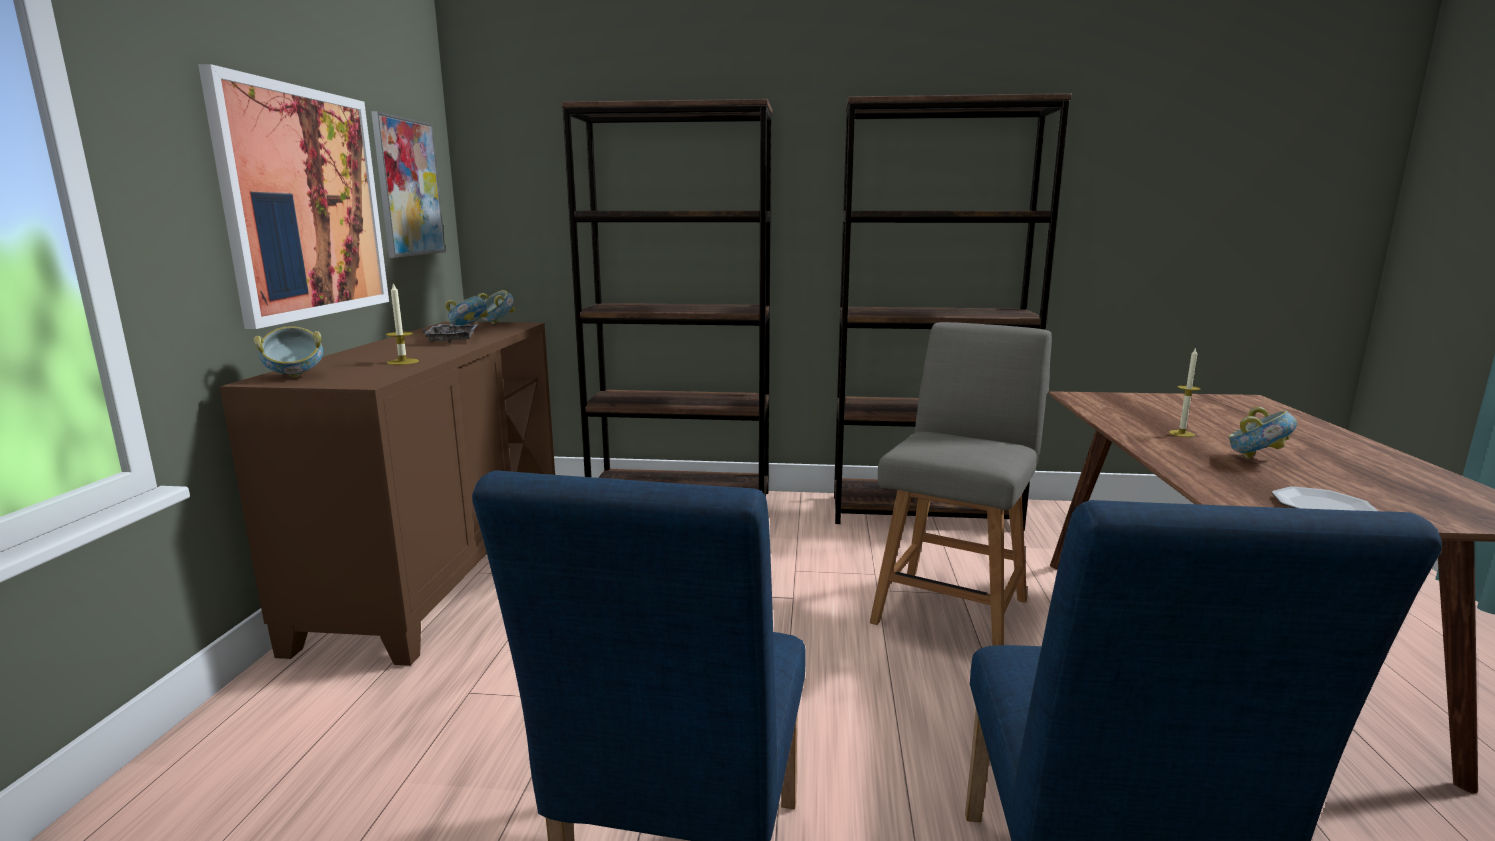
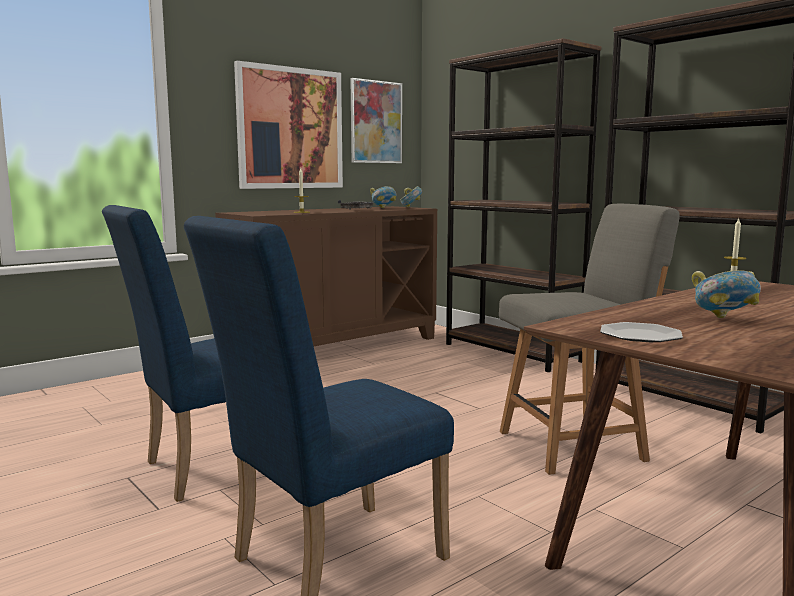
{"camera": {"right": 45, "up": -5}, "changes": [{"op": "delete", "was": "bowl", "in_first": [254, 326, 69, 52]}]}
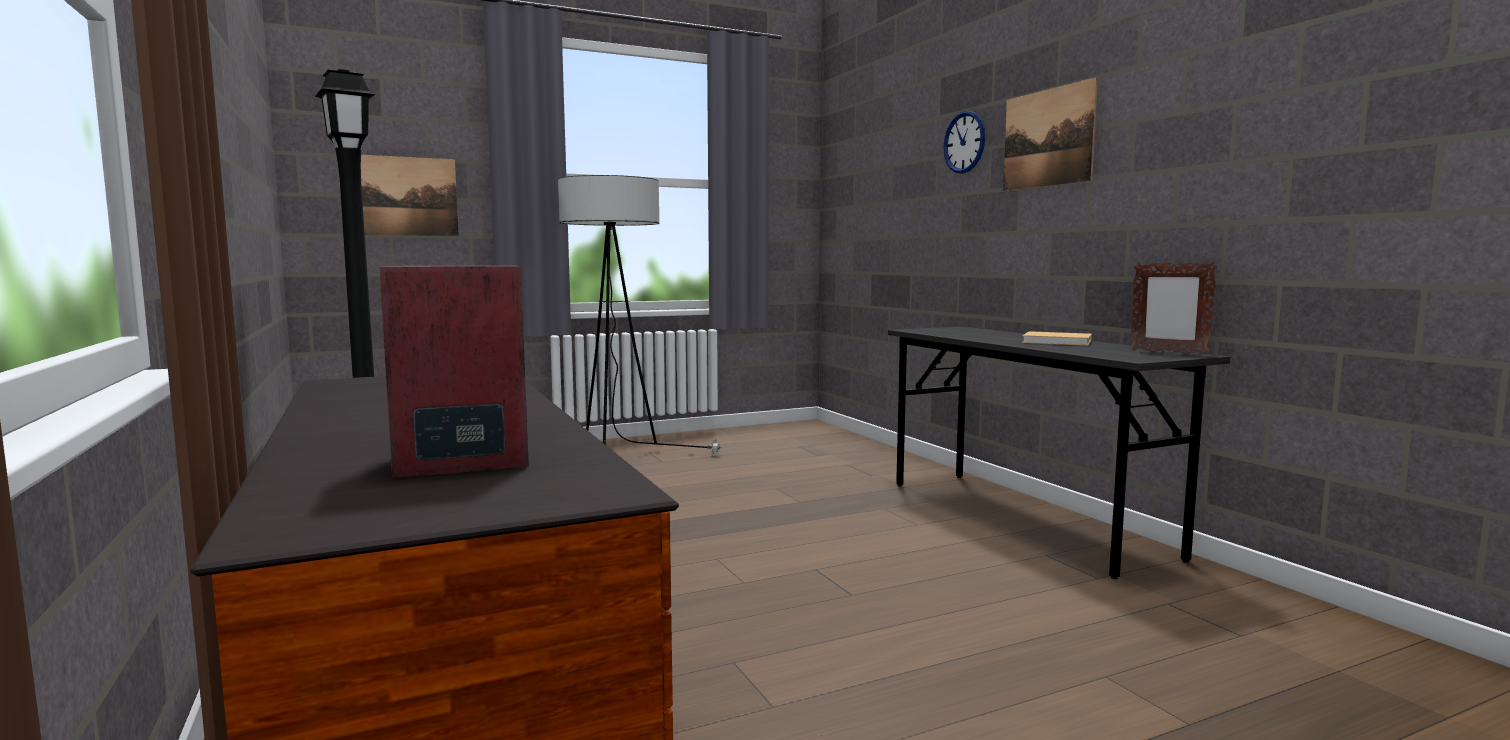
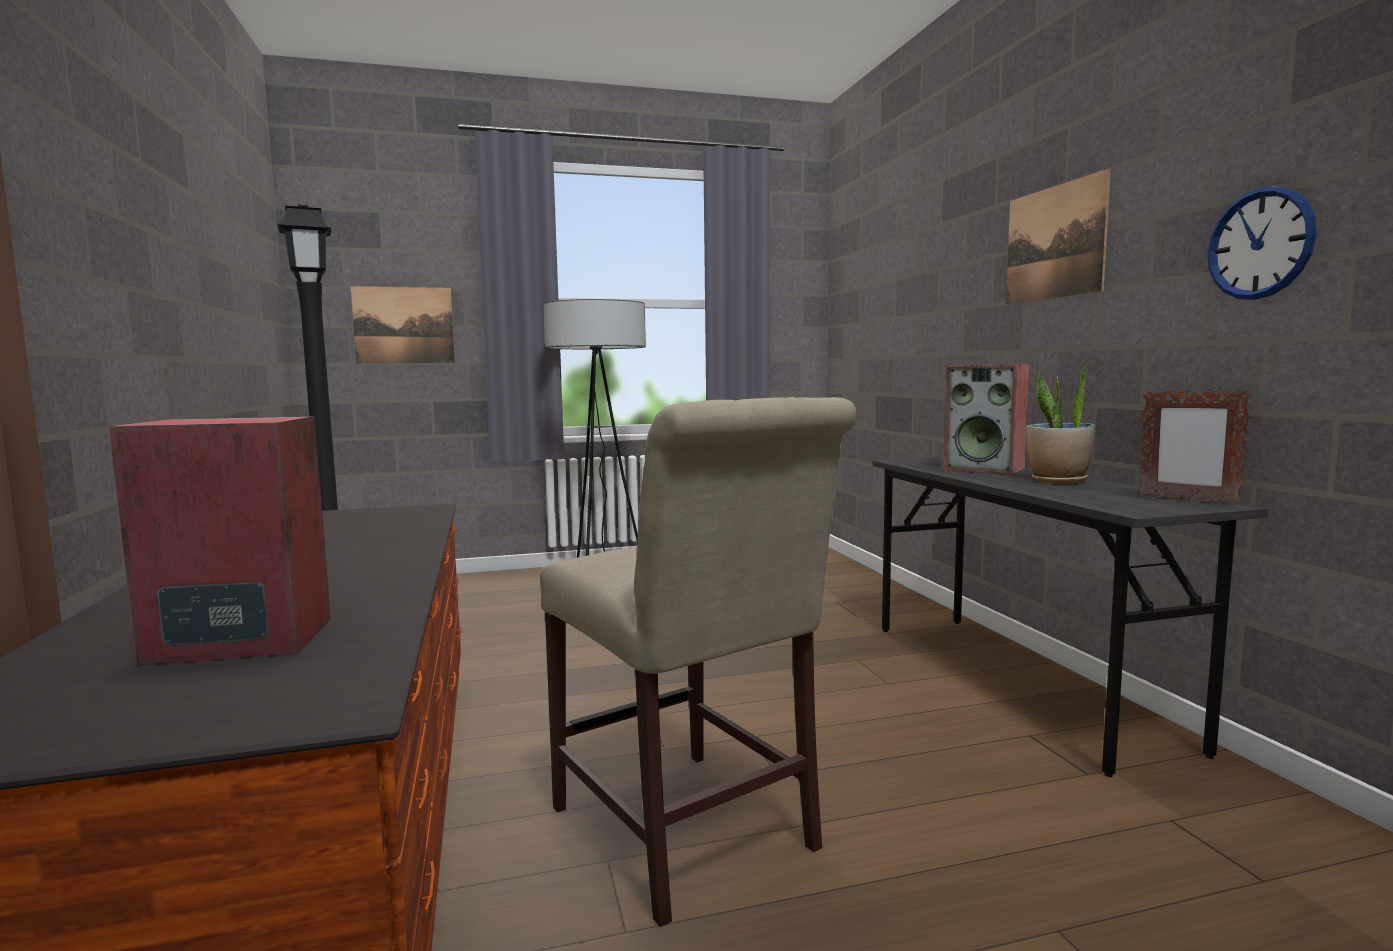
{"camera": {"right": 10, "up": 0}, "changes": [{"op": "insert", "now": "beige chair", "in_second": [540, 397, 316, 530]}, {"op": "insert", "now": "speaker", "in_second": [943, 364, 87, 111]}, {"op": "replace", "was": "beige book", "now": "potted plant", "in_first": [1022, 331, 70, 15], "in_second": [1026, 363, 69, 120]}, {"op": "move", "was": "wall clock", "in_first": [943, 111, 42, 63], "in_second": [1207, 186, 110, 114]}]}
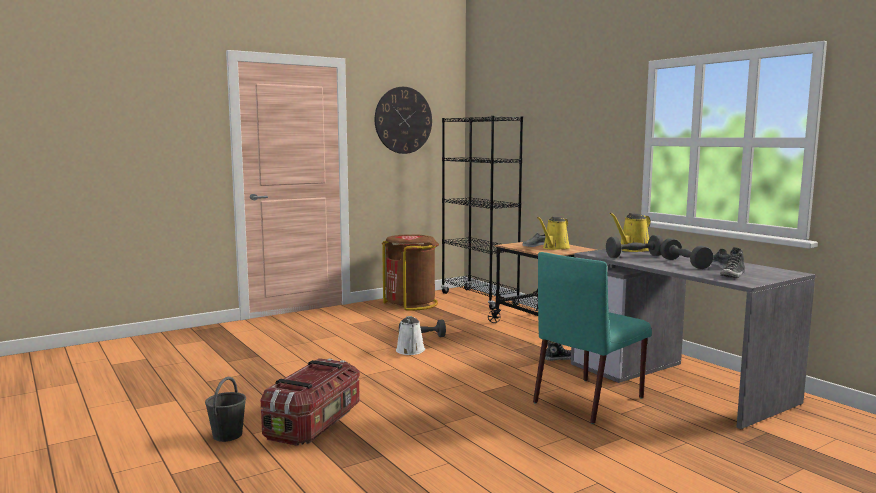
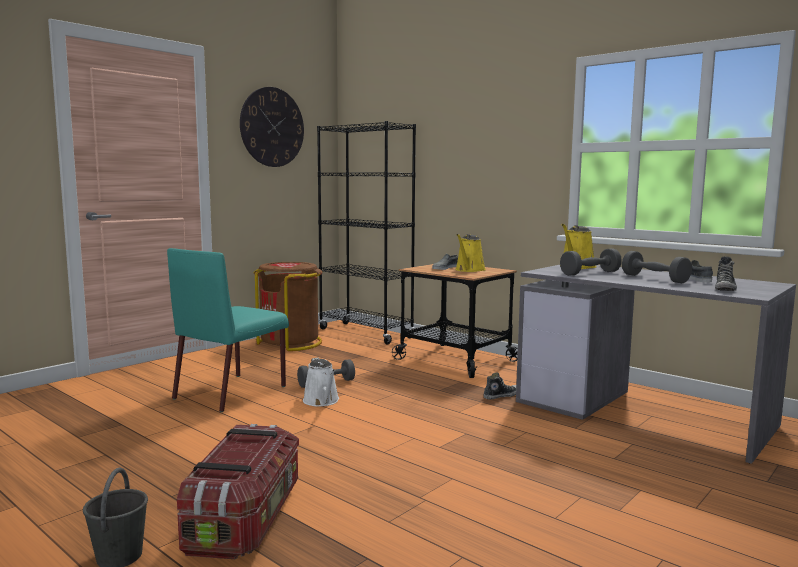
{"camera": {"right": -15, "up": 0}, "changes": [{"op": "move", "was": "turquoise chair", "in_first": [533, 252, 119, 172], "in_second": [167, 248, 122, 164]}]}
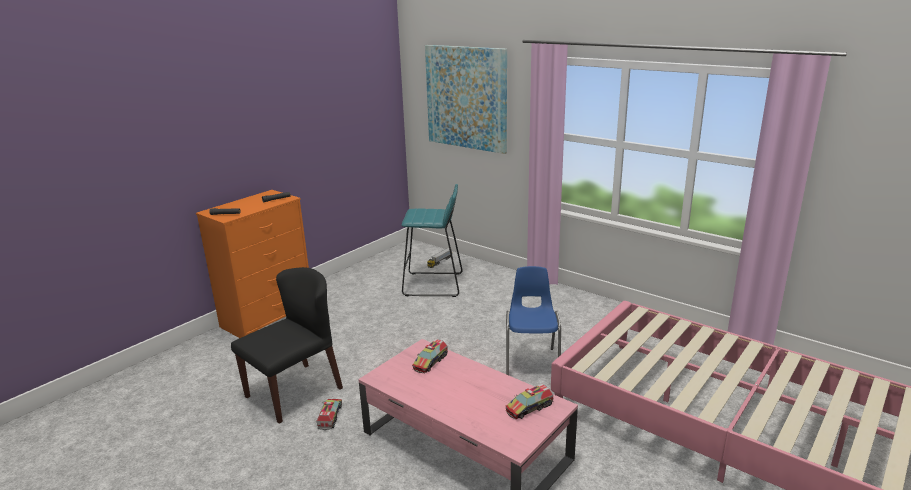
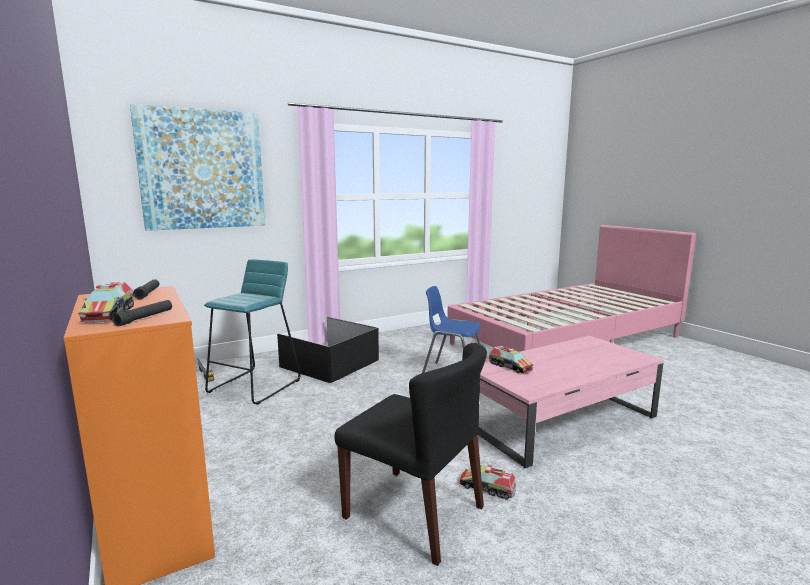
{"camera": {"right": -70, "up": -10}, "changes": [{"op": "move", "was": "toy truck", "in_first": [505, 384, 48, 35], "in_second": [78, 282, 56, 41]}, {"op": "insert", "now": "black storage box", "in_second": [277, 317, 102, 66]}, {"op": "rotate", "was": "black chair", "in_first": [231, 267, 112, 157], "in_second": [335, 343, 152, 223], "clockwise": 150}]}
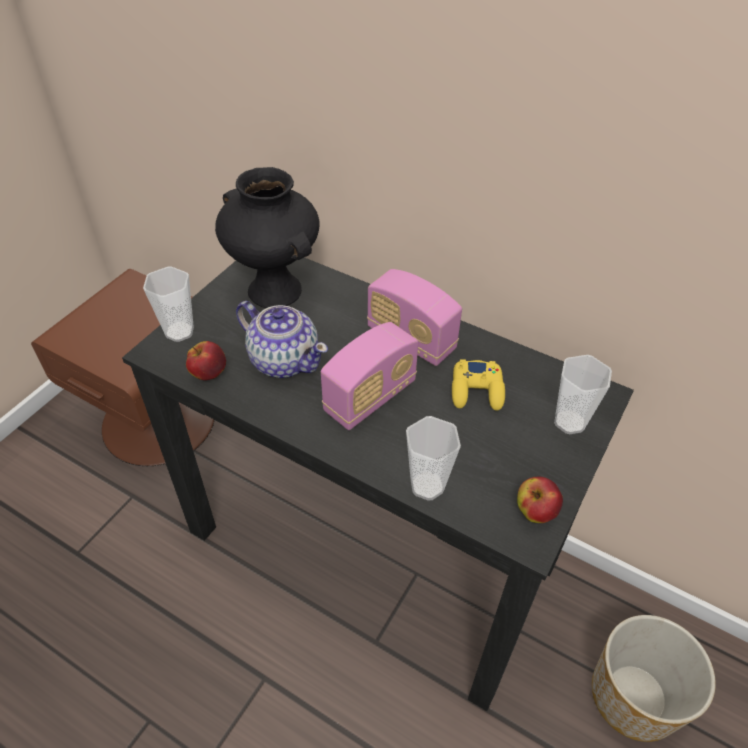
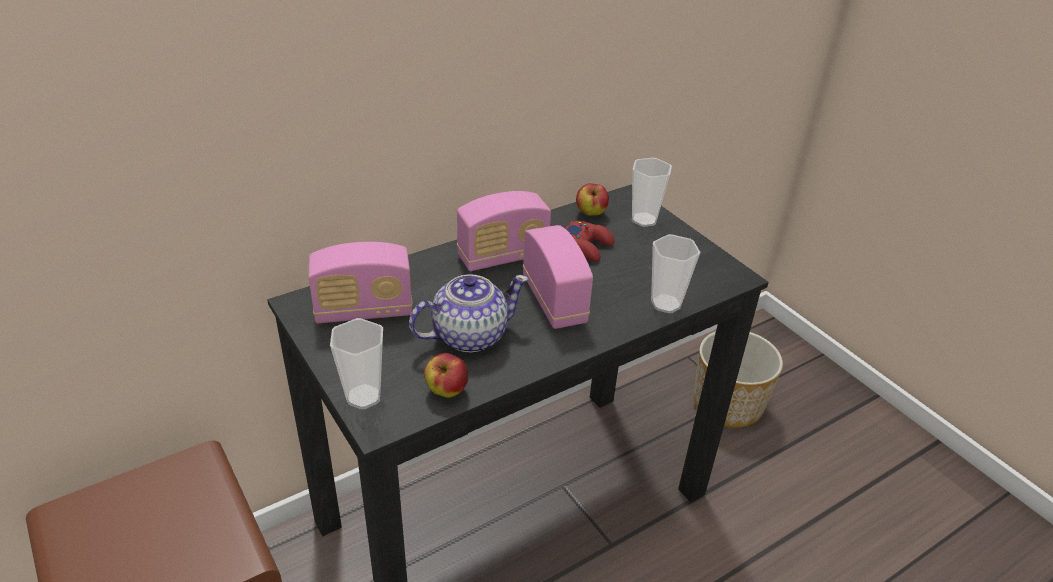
{"camera": {"right": -65, "up": -10}, "changes": [{"op": "replace", "was": "black vase", "now": "radio", "in_first": [215, 167, 105, 141], "in_second": [308, 242, 105, 81]}, {"op": "recolor", "was": "yellow game controller", "now": "red game controller", "in_first": [452, 359, 53, 52], "in_second": [565, 221, 49, 41]}, {"op": "move", "was": "apple", "in_first": [517, 477, 46, 46], "in_second": [576, 183, 33, 33]}]}
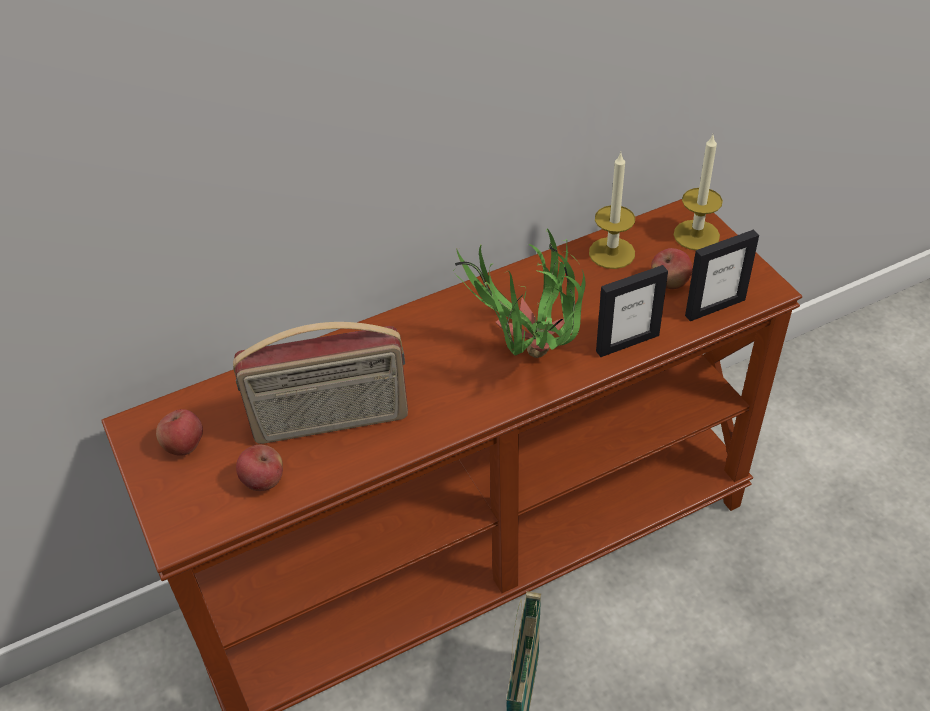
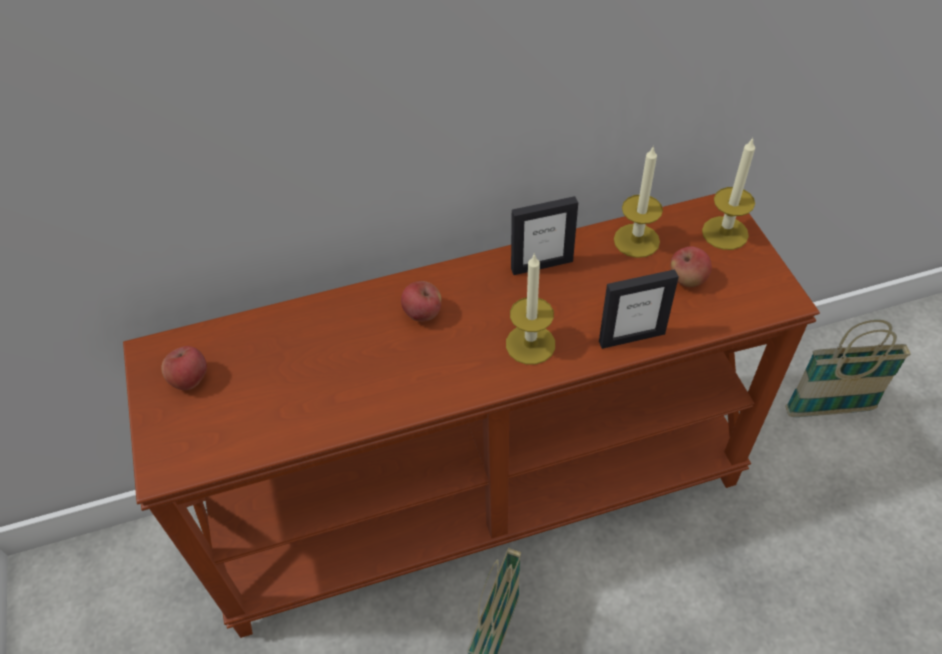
{"camera": {"right": 10, "up": 5}, "changes": [{"op": "move", "was": "apple", "in_first": [236, 445, 47, 46], "in_second": [401, 281, 41, 41]}, {"op": "replace", "was": "potted plant", "now": "candle", "in_first": [453, 228, 132, 130], "in_second": [506, 253, 49, 112]}, {"op": "move", "was": "picture frame", "in_first": [685, 230, 74, 91], "in_second": [511, 196, 67, 79]}, {"op": "insert", "now": "basket", "in_second": [785, 320, 126, 97]}, {"op": "delete", "was": "radio", "in_first": [233, 322, 175, 122]}]}
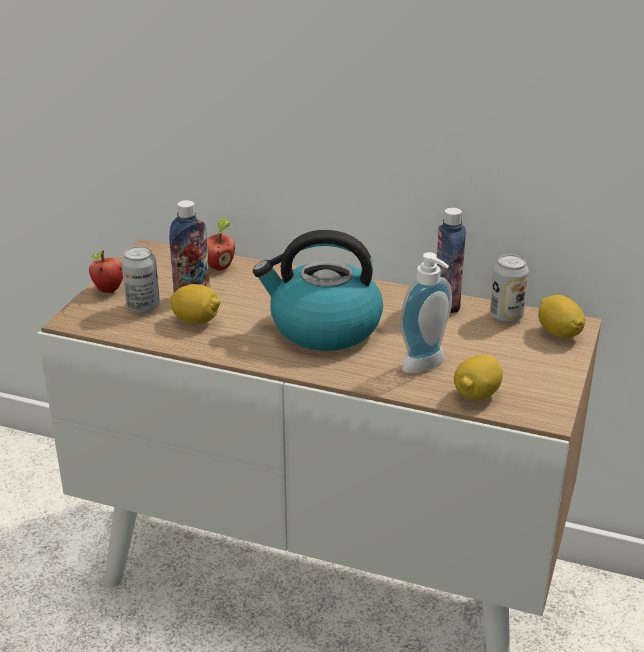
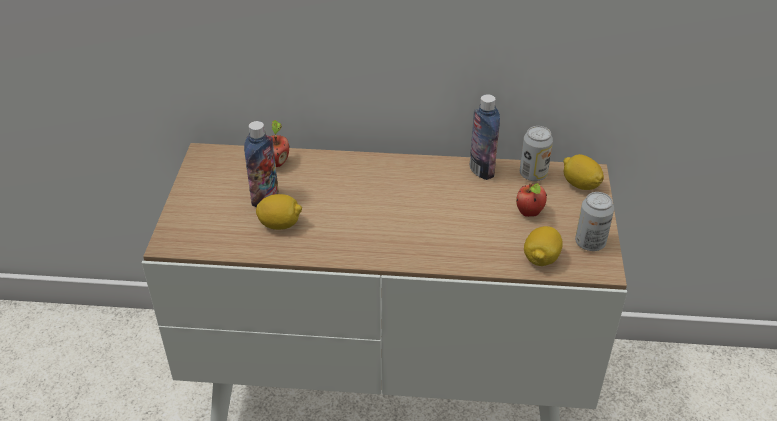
{"camera": {"right": -15, "up": 10}, "changes": [{"op": "move", "was": "apple", "in_first": [89, 251, 34, 42], "in_second": [516, 183, 31, 34]}, {"op": "move", "was": "can", "in_first": [121, 246, 39, 67], "in_second": [575, 192, 39, 59]}, {"op": "delete", "was": "kettle", "in_first": [253, 230, 130, 121]}, {"op": "delete", "was": "soap dispenser", "in_first": [400, 252, 52, 121]}]}
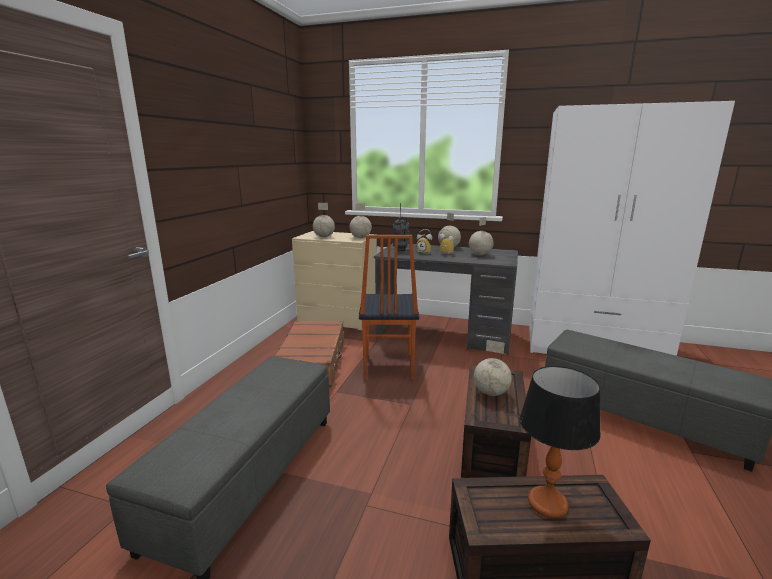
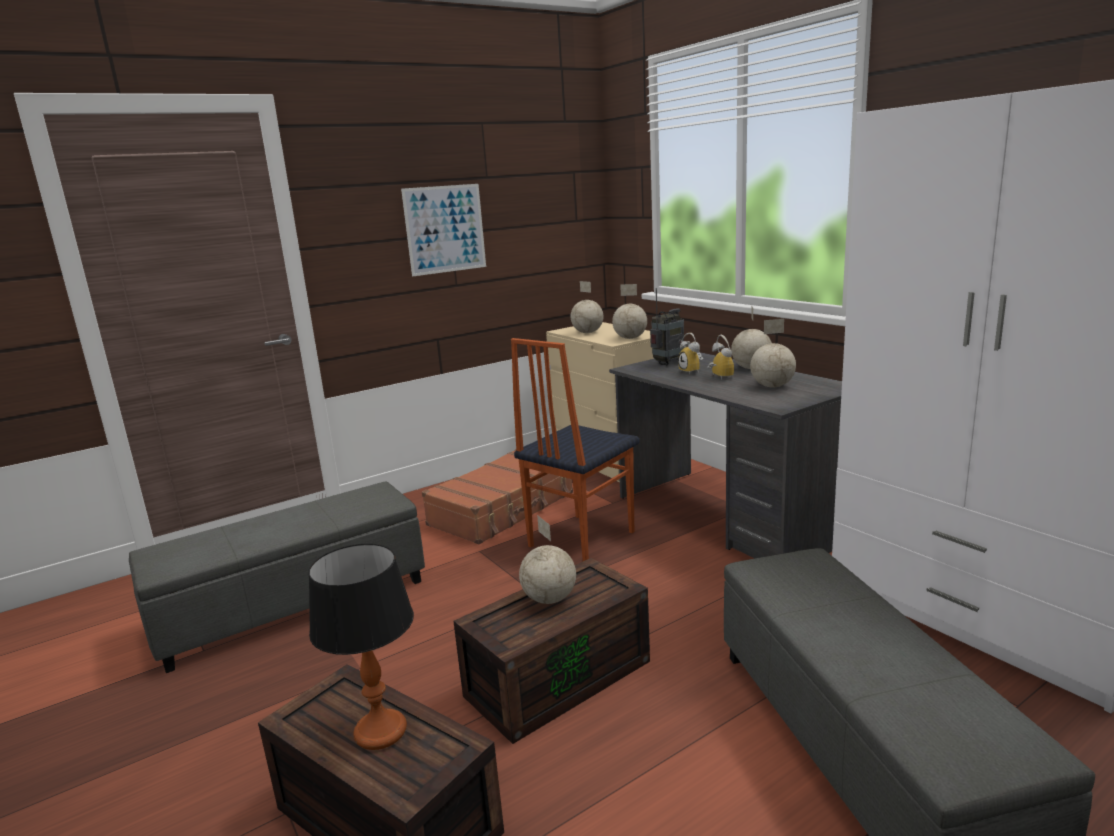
{"camera": {"right": 40, "up": 0}, "changes": [{"op": "insert", "now": "picture", "in_second": [401, 184, 85, 92]}]}
